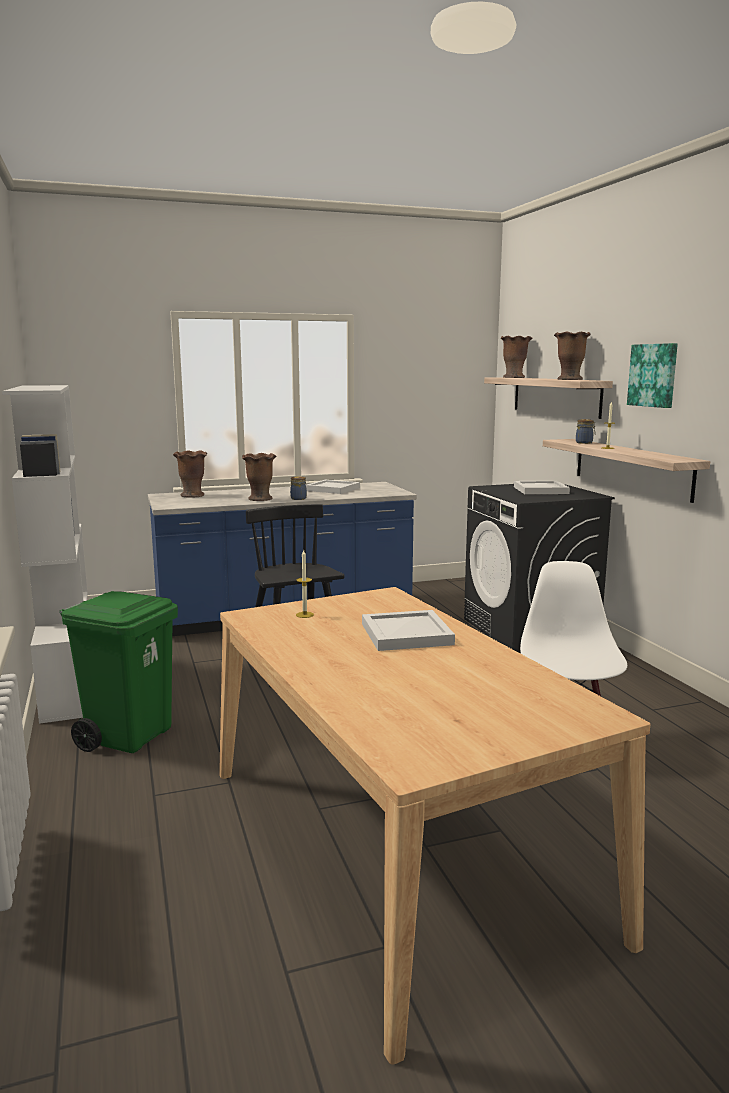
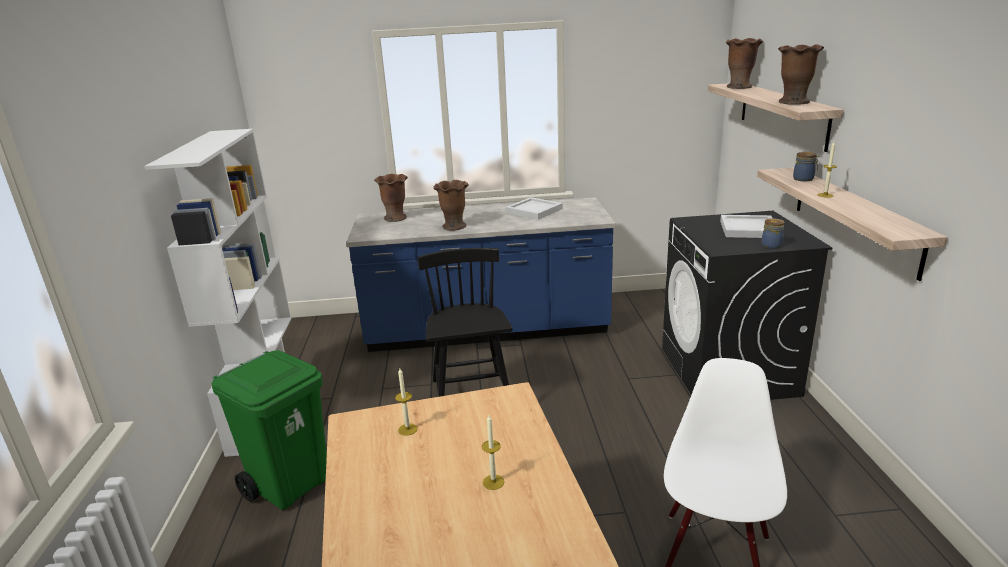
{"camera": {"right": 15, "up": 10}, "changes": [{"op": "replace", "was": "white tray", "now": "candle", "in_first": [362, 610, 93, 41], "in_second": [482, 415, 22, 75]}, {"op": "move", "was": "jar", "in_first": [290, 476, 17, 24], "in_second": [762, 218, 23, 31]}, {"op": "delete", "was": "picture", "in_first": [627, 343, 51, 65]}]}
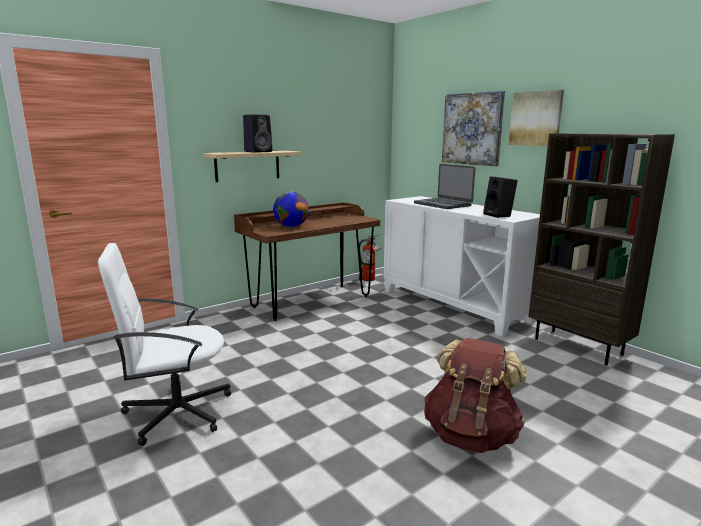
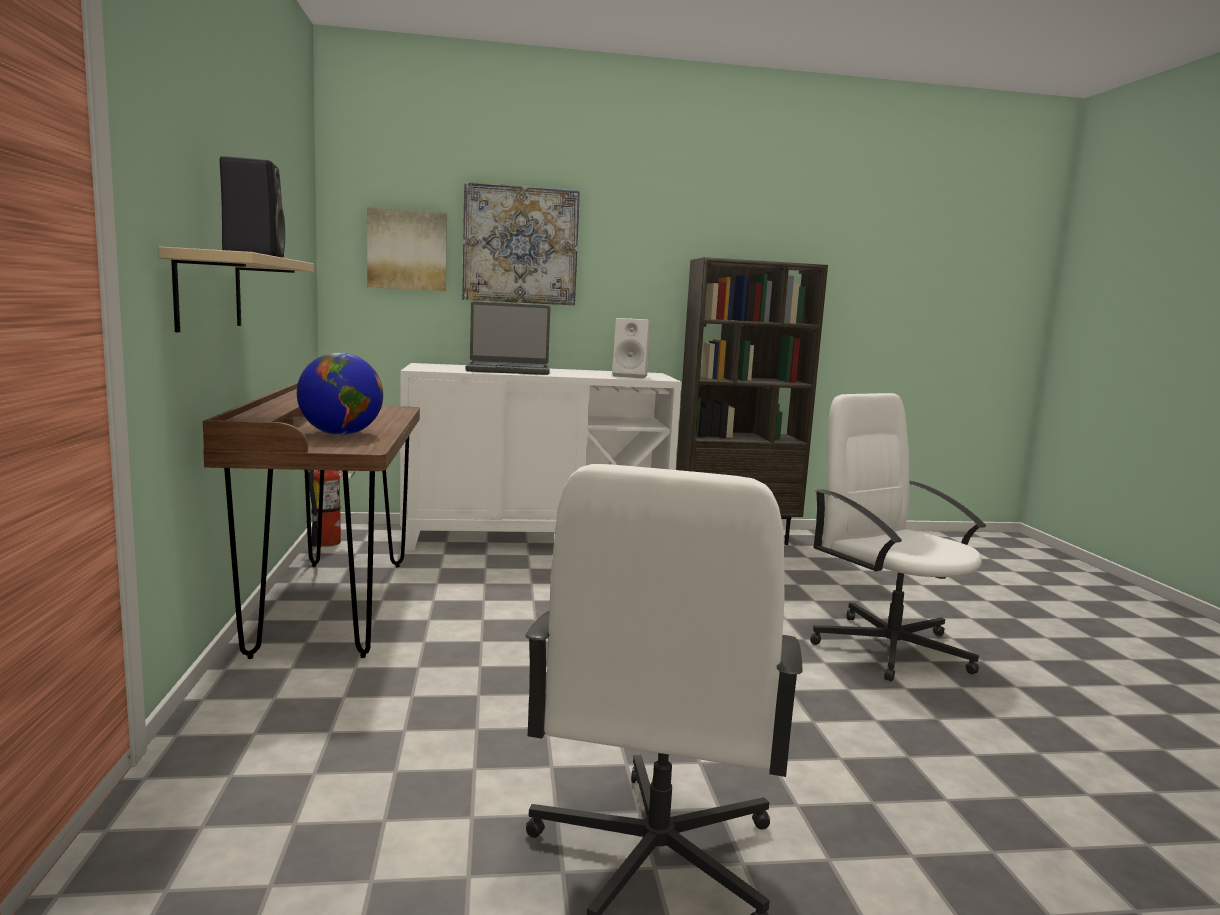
{"camera": {"right": -60, "up": -5}, "changes": [{"op": "move", "was": "picture", "in_first": [509, 90, 55, 56], "in_second": [367, 207, 80, 84]}, {"op": "recolor", "was": "black speaker", "now": "white speaker", "in_first": [483, 176, 35, 42], "in_second": [612, 318, 39, 61]}, {"op": "replace", "was": "brown backpack", "now": "white office chair", "in_first": [424, 338, 103, 115], "in_second": [810, 393, 176, 288]}]}
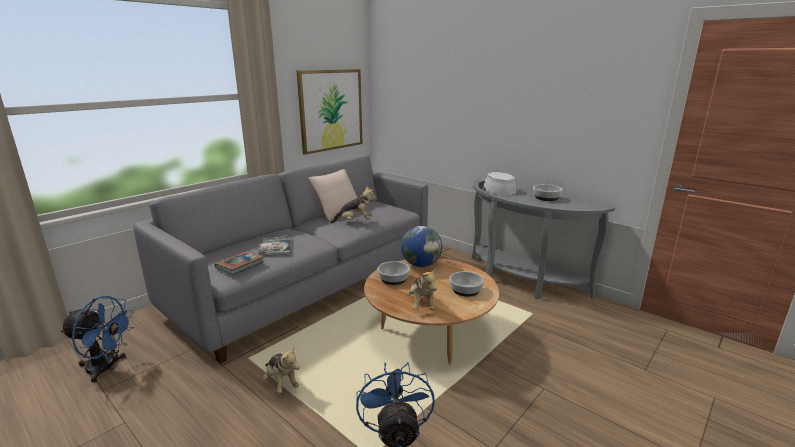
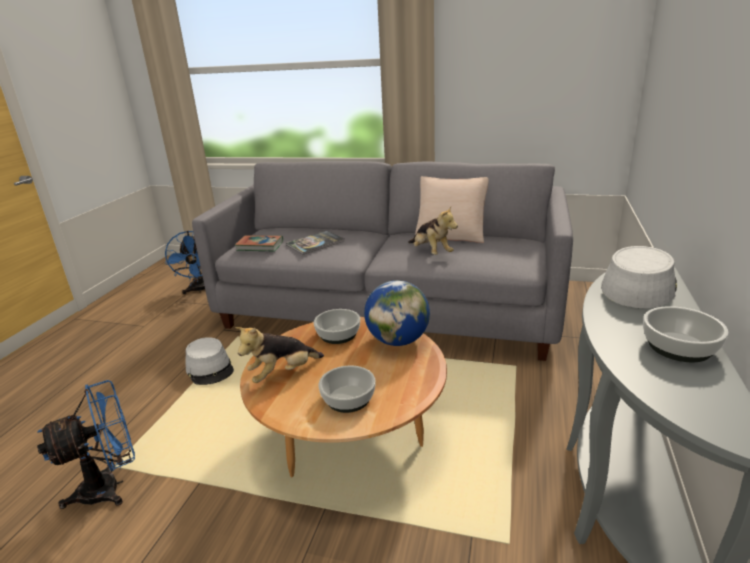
{"camera": {"right": 65, "up": 5}, "changes": [{"op": "replace", "was": "plush toy", "now": "grey hat", "in_first": [263, 347, 37, 46], "in_second": [185, 337, 49, 48]}, {"op": "delete", "was": "picture", "in_first": [297, 69, 66, 85]}]}
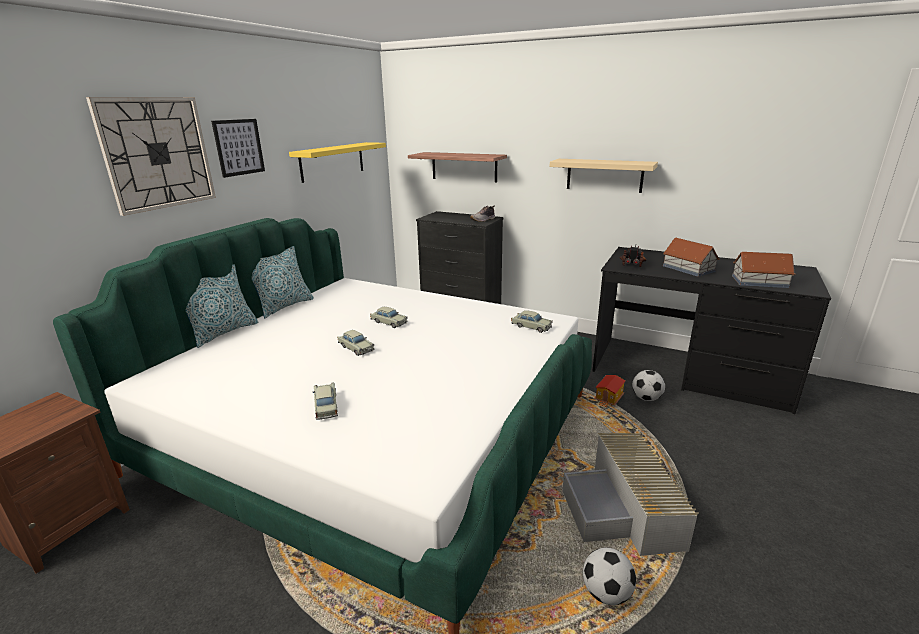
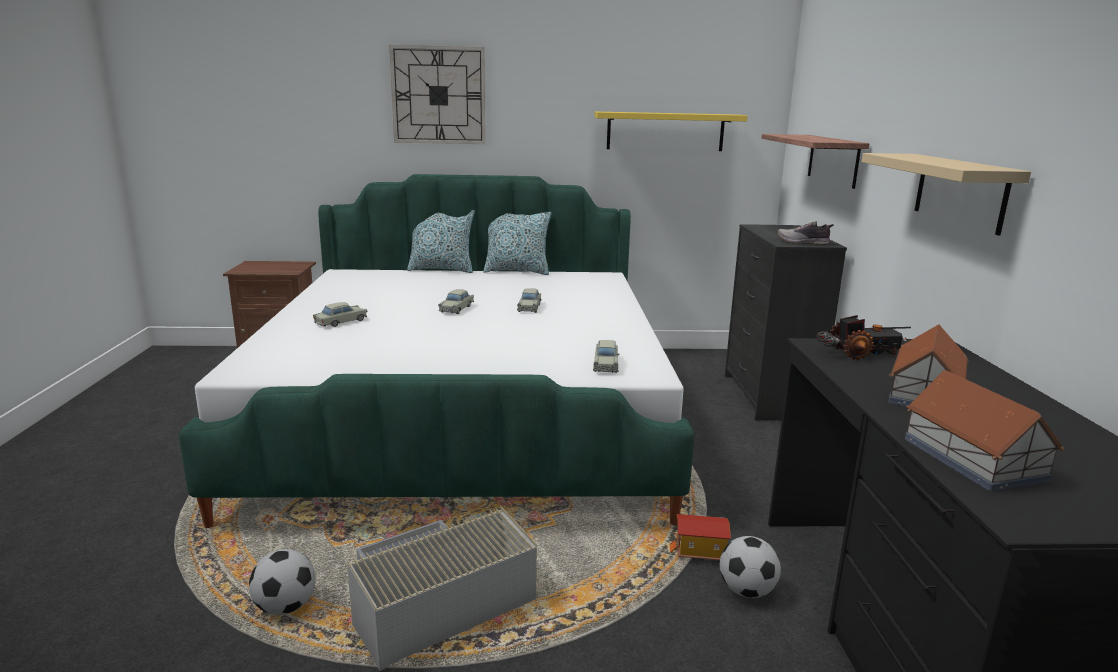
{"camera": {"right": 60, "up": -5}, "changes": [{"op": "delete", "was": "picture", "in_first": [211, 119, 54, 59]}]}
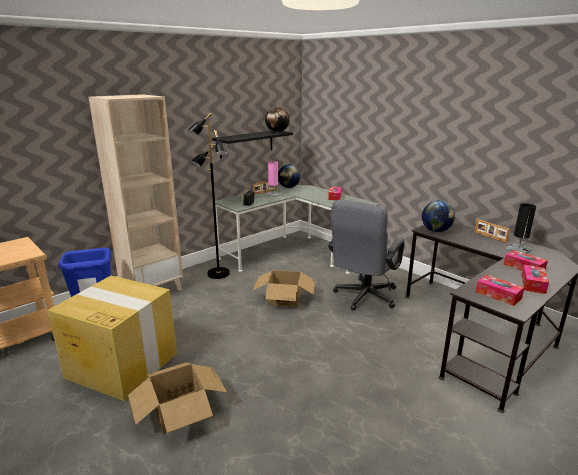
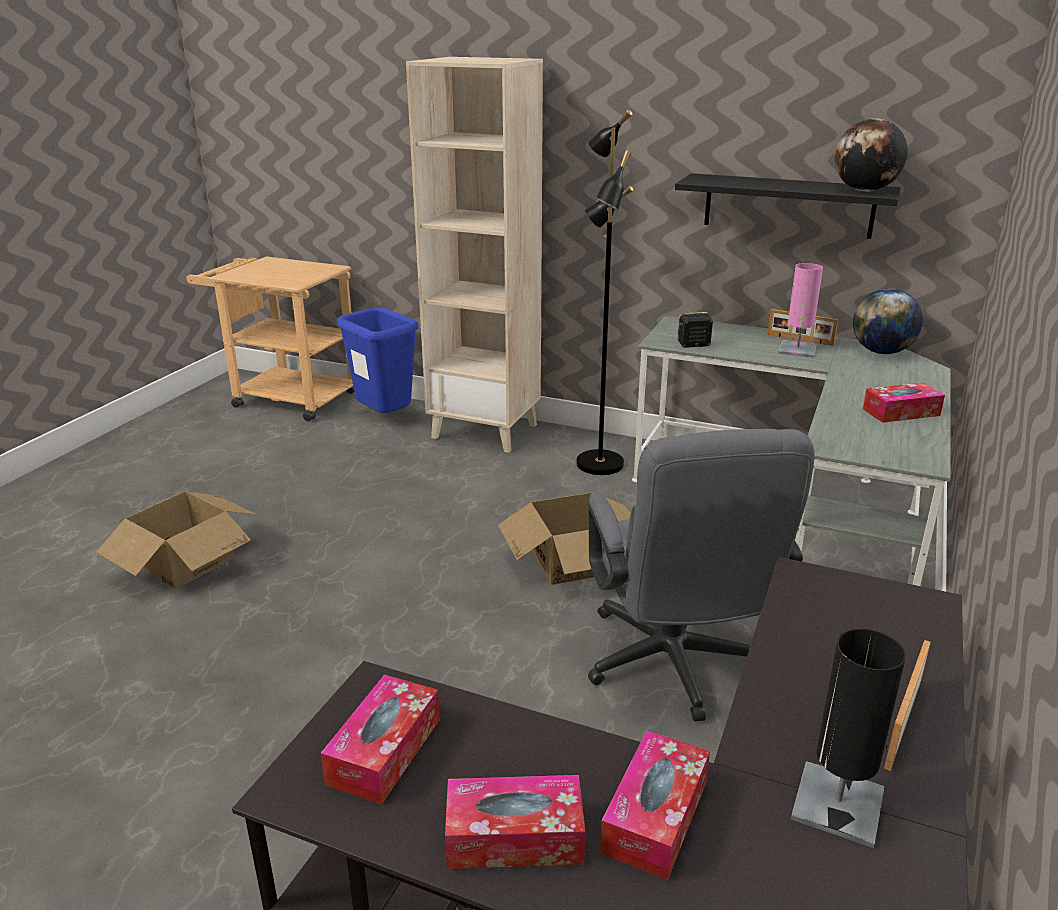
{"camera": {"right": 65, "up": 5}, "changes": [{"op": "rotate", "was": "grey office chair", "in_first": [328, 200, 77, 110], "in_second": [588, 429, 227, 293], "clockwise": -105}, {"op": "delete", "was": "cardboard box", "in_first": [47, 276, 130, 125]}, {"op": "delete", "was": "globe", "in_first": [422, 200, 33, 32]}]}
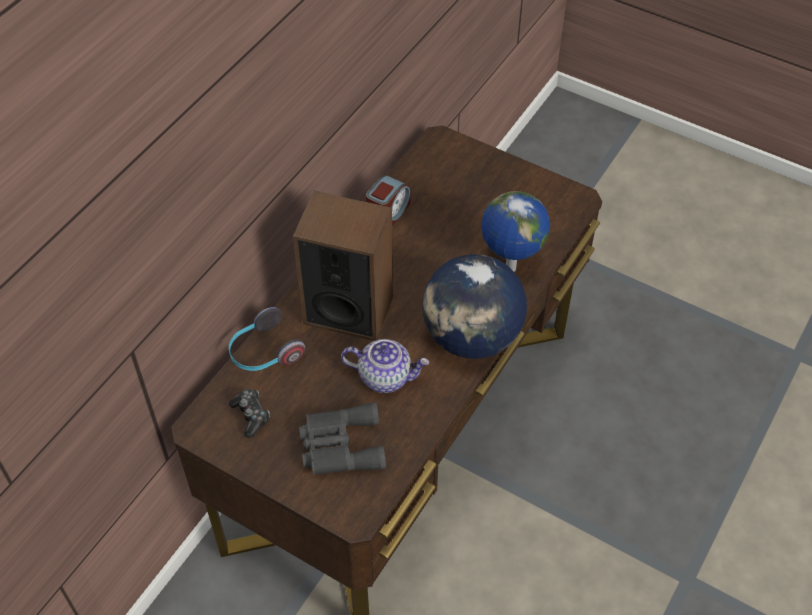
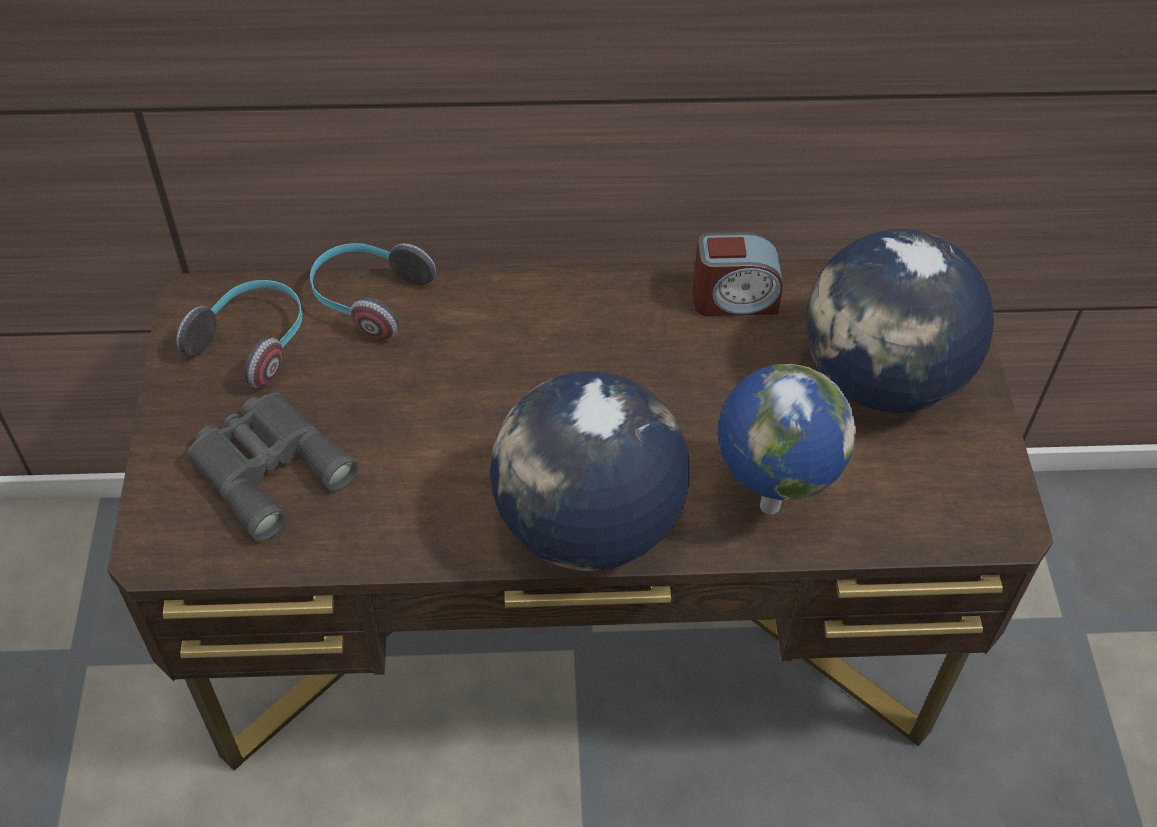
{"camera": {"right": 55, "up": 0}, "changes": [{"op": "replace", "was": "game controller", "now": "headphones", "in_first": [229, 389, 41, 49], "in_second": [176, 280, 126, 108]}, {"op": "insert", "now": "globe", "in_second": [806, 229, 188, 184]}, {"op": "delete", "was": "speaker", "in_first": [293, 191, 100, 150]}, {"op": "delete", "was": "teapot", "in_first": [341, 339, 88, 54]}]}
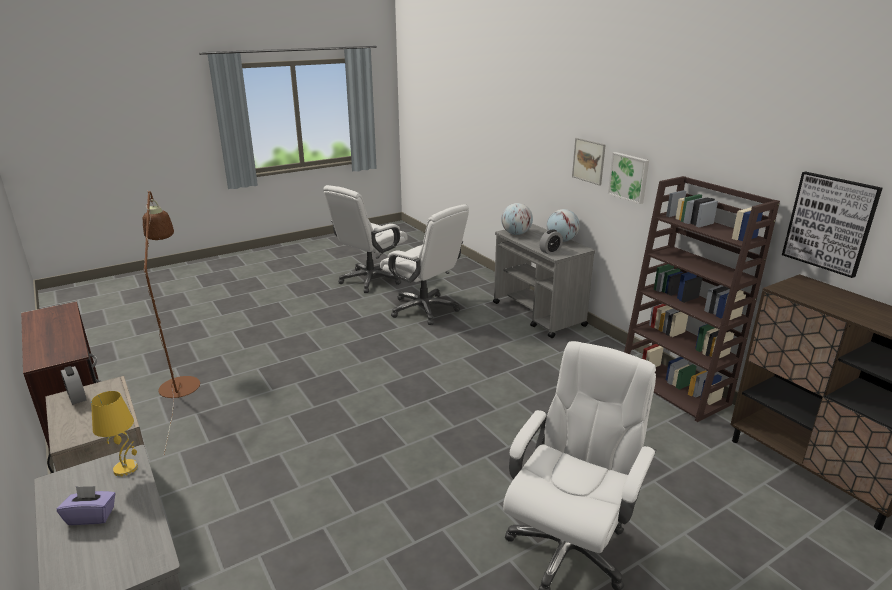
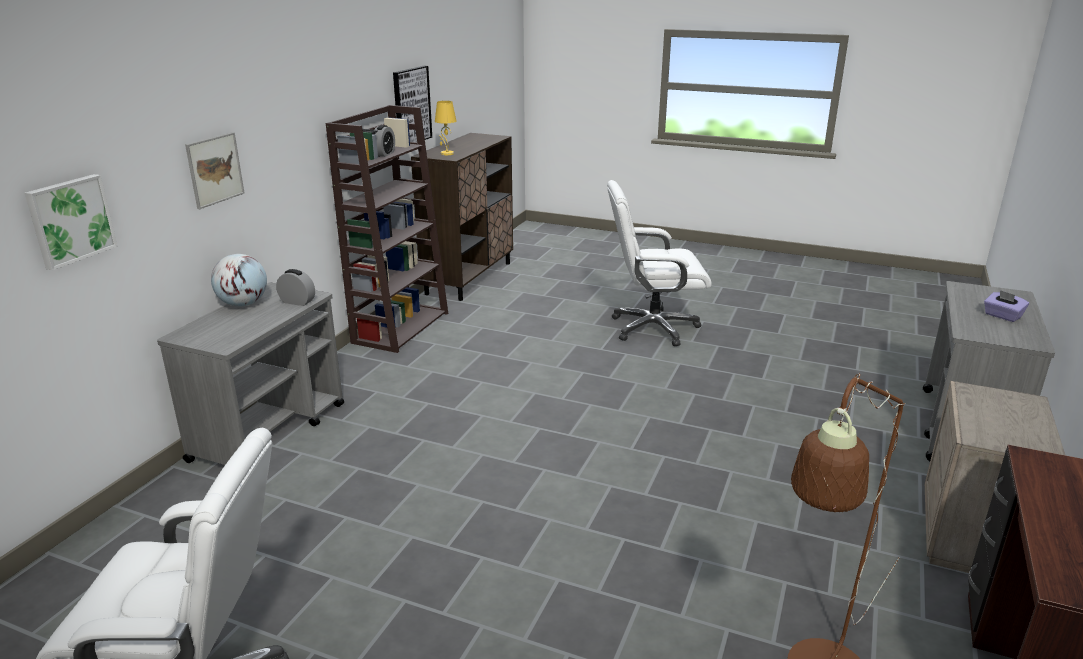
{"camera": {"right": -125, "up": 0}, "changes": [{"op": "move", "was": "picture", "in_first": [608, 152, 41, 52], "in_second": [25, 174, 93, 96]}, {"op": "move", "was": "alarm clock", "in_first": [61, 366, 26, 39], "in_second": [374, 125, 21, 32]}, {"op": "move", "was": "yellow table lamp", "in_first": [91, 391, 47, 86], "in_second": [435, 101, 22, 54]}, {"op": "delete", "was": "white office chair", "in_first": [380, 204, 89, 121]}, {"op": "delete", "was": "globe", "in_first": [501, 203, 32, 32]}]}
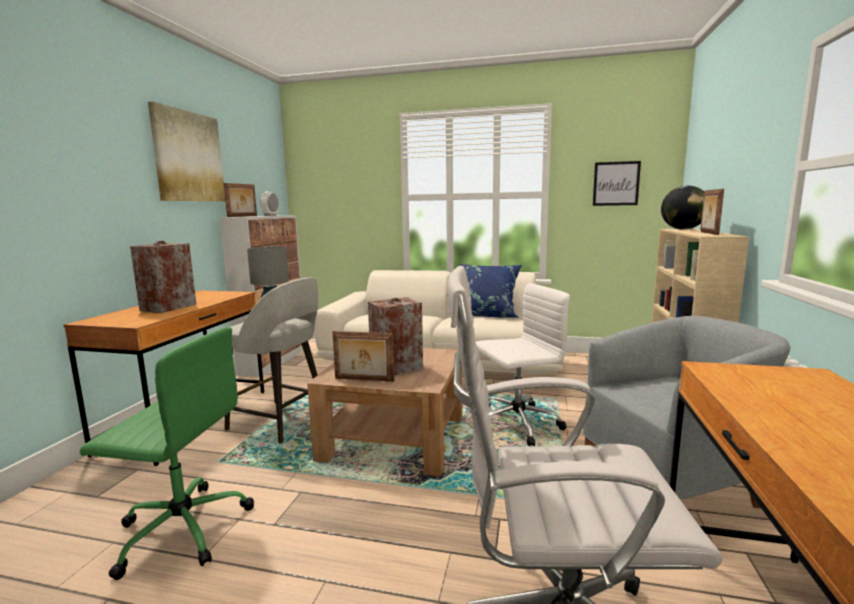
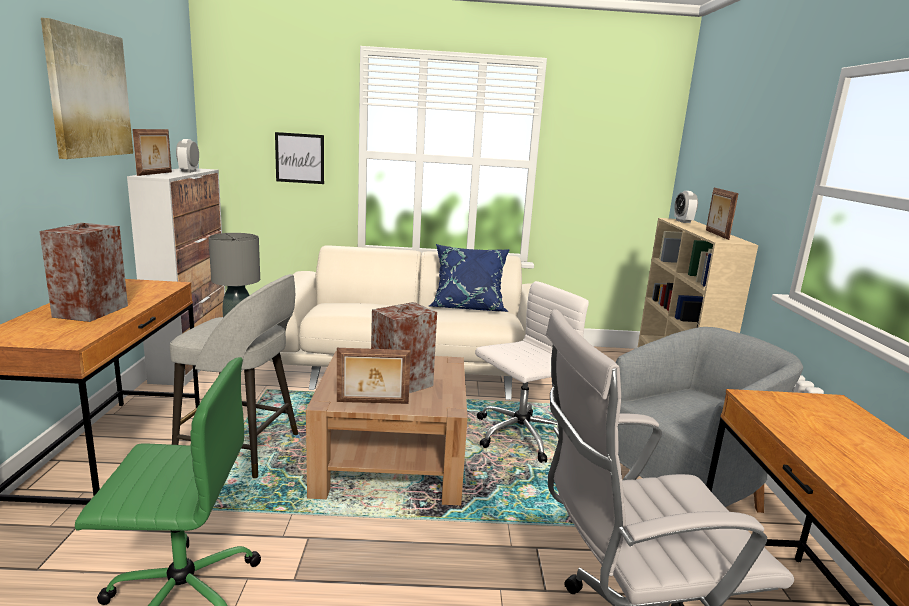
{"camera": {"right": -15, "up": 5}, "changes": [{"op": "move", "was": "picture", "in_first": [593, 161, 48, 45], "in_second": [275, 132, 49, 52]}, {"op": "replace", "was": "globe", "now": "alarm clock", "in_first": [661, 186, 43, 43], "in_second": [674, 191, 24, 32]}]}
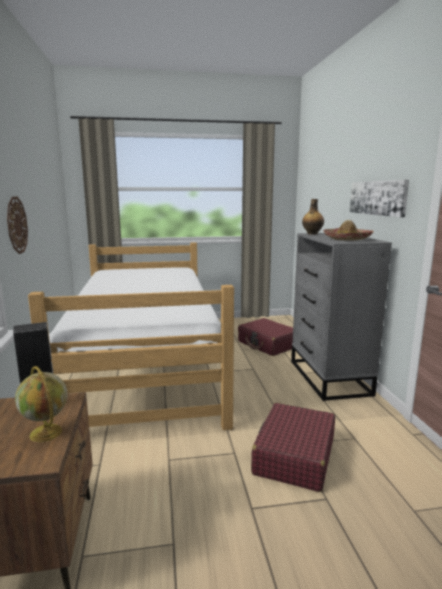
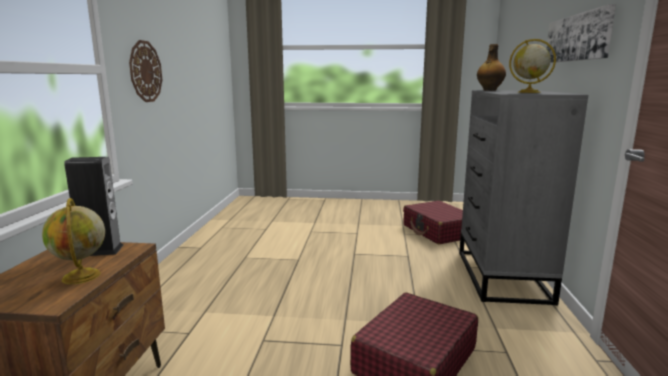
{"camera": {"right": 15, "up": 0}, "changes": [{"op": "replace", "was": "hat", "now": "globe", "in_first": [323, 220, 51, 21], "in_second": [509, 39, 47, 54]}, {"op": "delete", "was": "bed", "in_first": [28, 242, 206, 188]}]}
